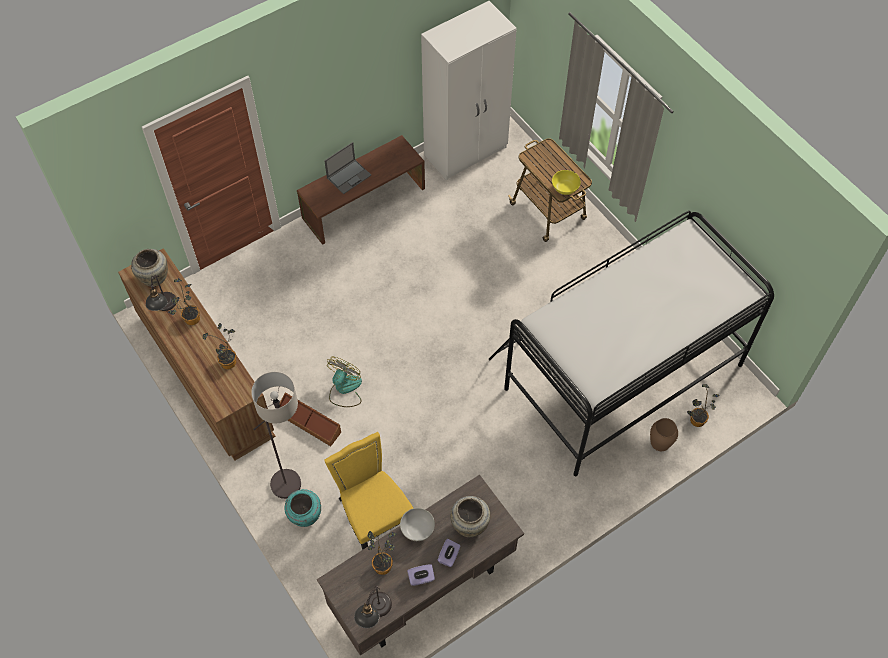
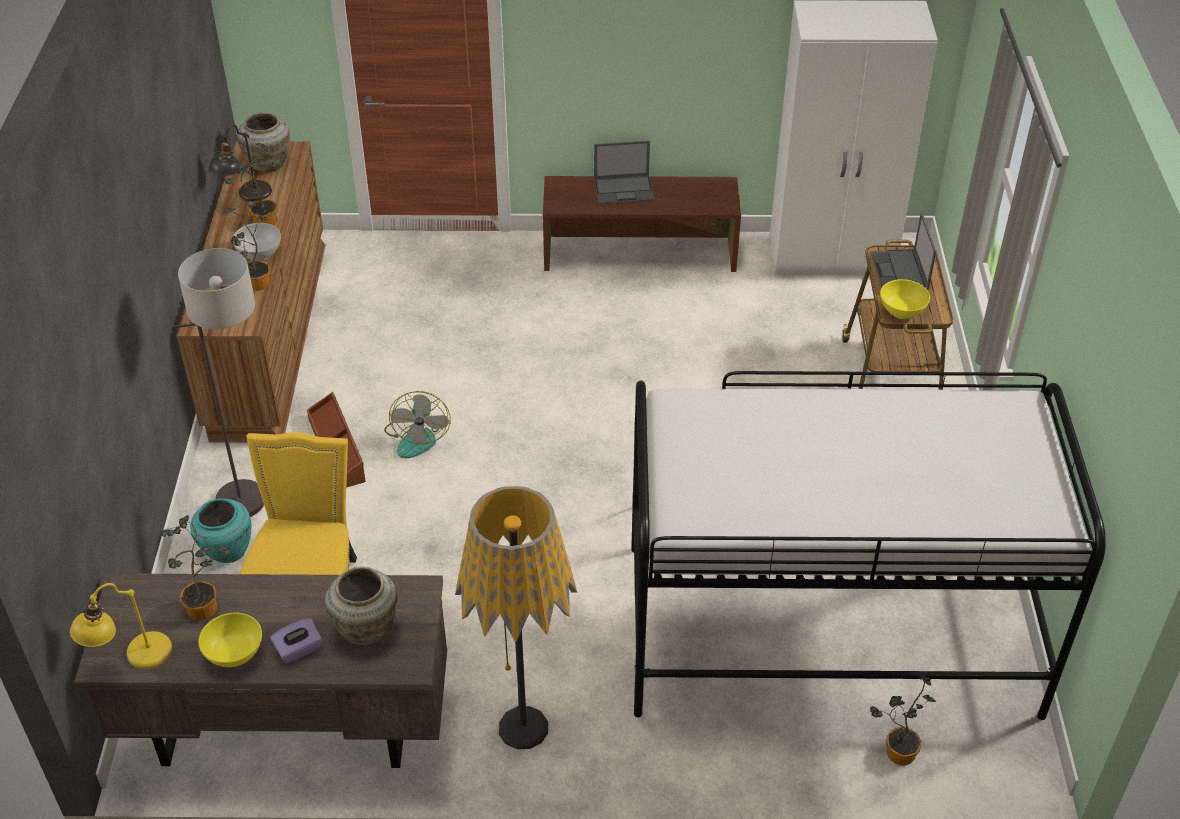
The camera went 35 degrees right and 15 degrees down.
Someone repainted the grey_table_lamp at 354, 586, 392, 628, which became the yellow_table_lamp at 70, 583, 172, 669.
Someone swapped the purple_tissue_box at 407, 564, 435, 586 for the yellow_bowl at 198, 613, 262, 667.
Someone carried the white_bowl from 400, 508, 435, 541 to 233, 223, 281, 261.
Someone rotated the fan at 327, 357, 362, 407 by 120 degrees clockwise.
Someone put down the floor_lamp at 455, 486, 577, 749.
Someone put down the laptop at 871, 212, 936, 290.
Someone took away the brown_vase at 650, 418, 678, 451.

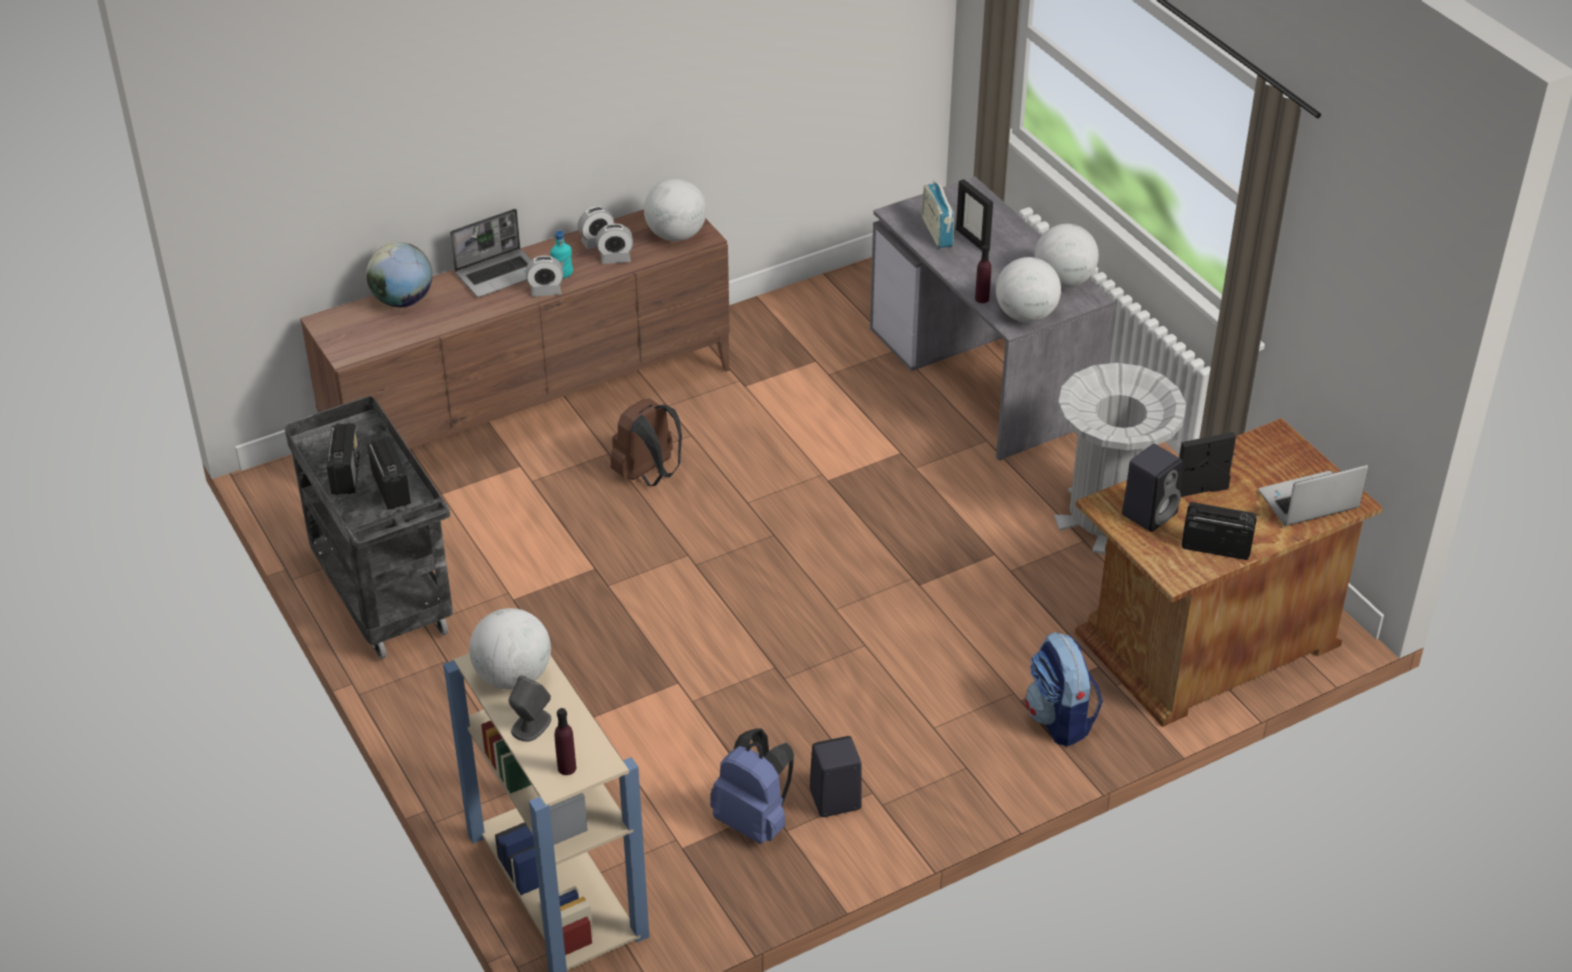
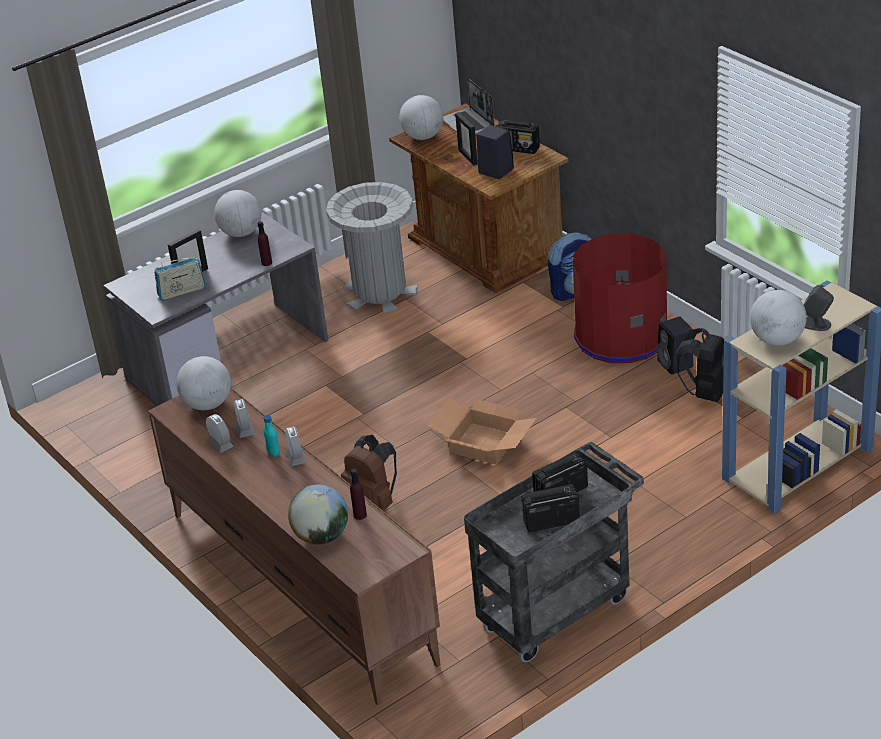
The camera went 95 degrees left and 5 degrees down.
Someone carried the purple_bottle from 555, 708, 576, 775 to 350, 469, 367, 520.
Someone carried the globe from 996, 257, 1061, 322 to 399, 95, 444, 140.
Someone put down the cardboard_box at 427, 397, 537, 464.
Someone rotated the radio at 1182, 502, 1257, 560 by 75 degrees counterclockwise.
Someone put down the red_trash_can at 573, 233, 667, 363.
Someone repainted the blue_backpack at 710, 728, 794, 844, which became the black_backpack at 676, 328, 724, 402.
Someone took away the laptop at 450, 209, 531, 297.

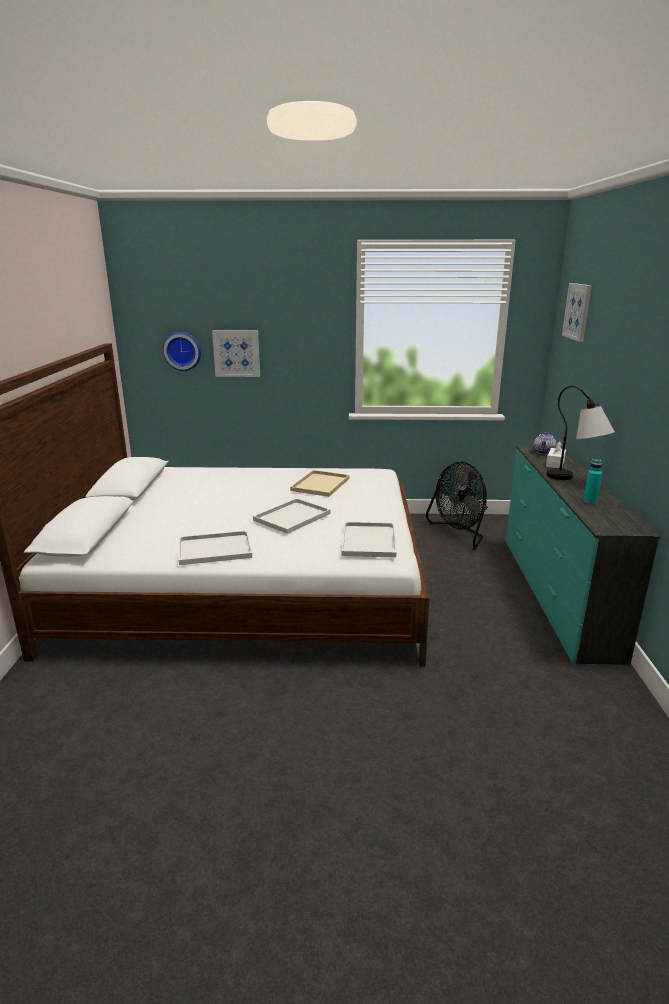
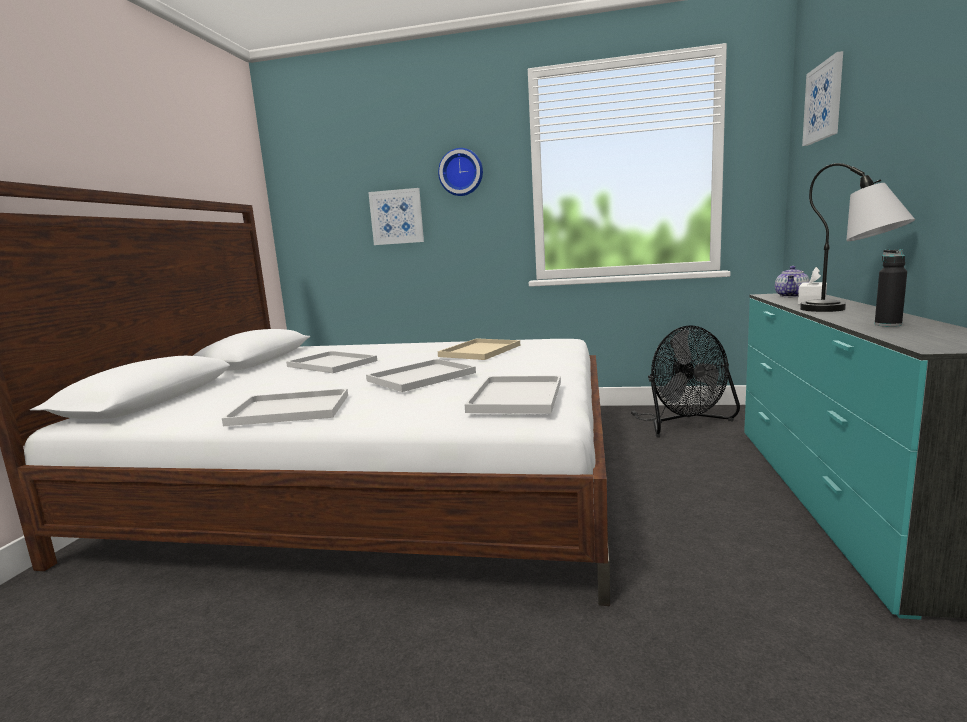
The camera went 10 degrees right and 10 degrees down.
Someone put down the white_tray at 286, 351, 377, 373.
Someone carried the wall_clock from 163, 332, 201, 371 to 438, 148, 483, 196.
Someone rotated the black_fan at 426, 462, 488, 550 by 90 degrees counterclockwise.
Someone repainted the turquoise_bottle at 583, 459, 602, 504, which became the black_bottle at 874, 249, 907, 327.

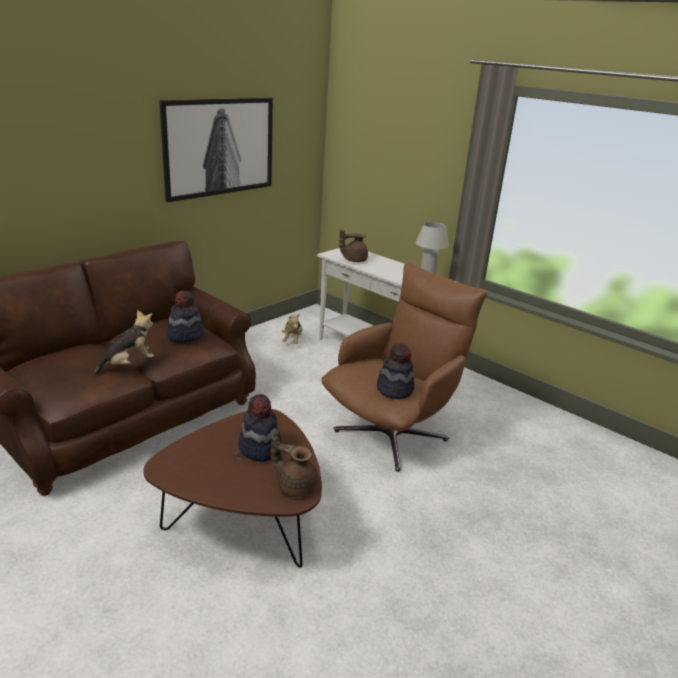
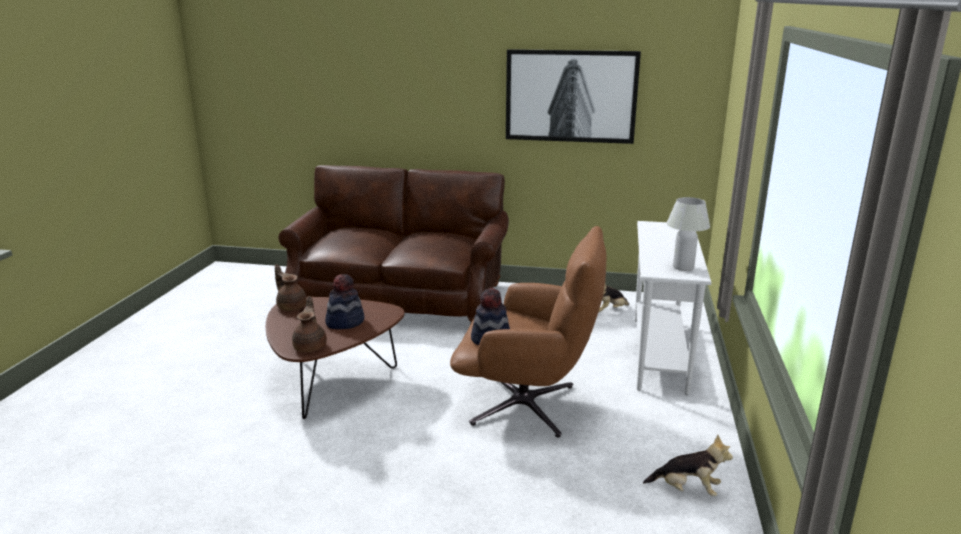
The camera went 60 degrees right and 5 degrees down.
Someone carried the brown_teapot from 339, 229, 368, 262 to 275, 264, 307, 311.
Someone carried the plush_toy from 93, 310, 154, 376 to 643, 435, 733, 497.
Someone took away the hat at 167, 291, 204, 342.

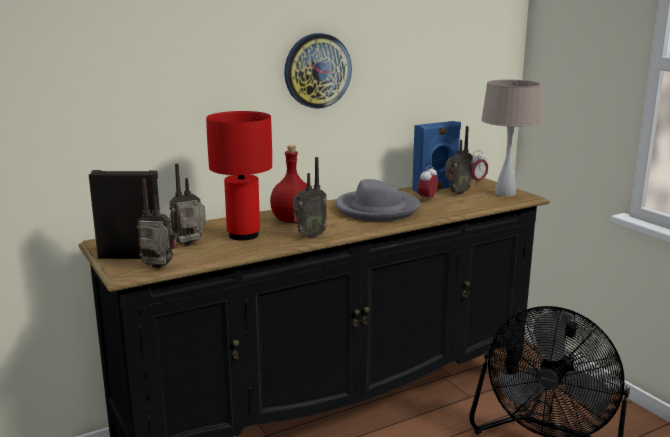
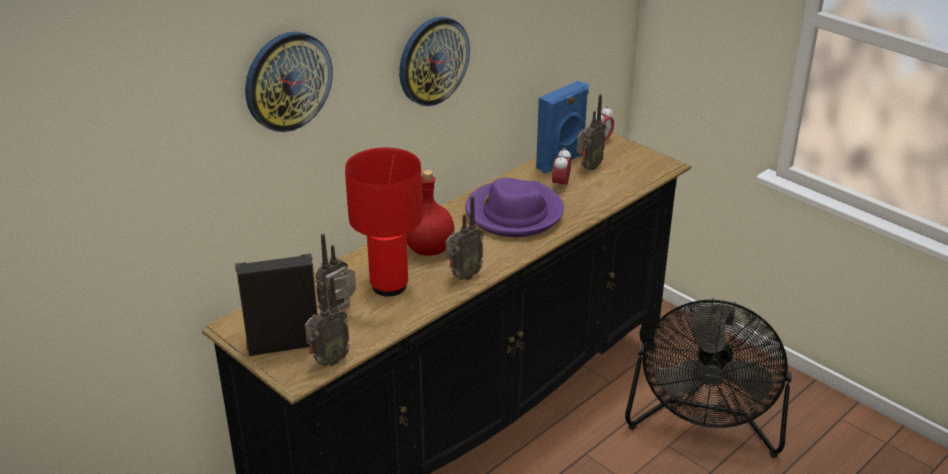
The camera went 15 degrees left and 15 degrees up.
Someone put up the wall_clock at 245, 32, 333, 132.
Someone rotated the radio at 137, 179, 176, 268 by 150 degrees clockwise.
Someone repainted the grey_hat at 335, 179, 420, 221, which became the purple_hat at 465, 178, 564, 237.
Someone took away the beige_table_lamp at 481, 80, 541, 196.

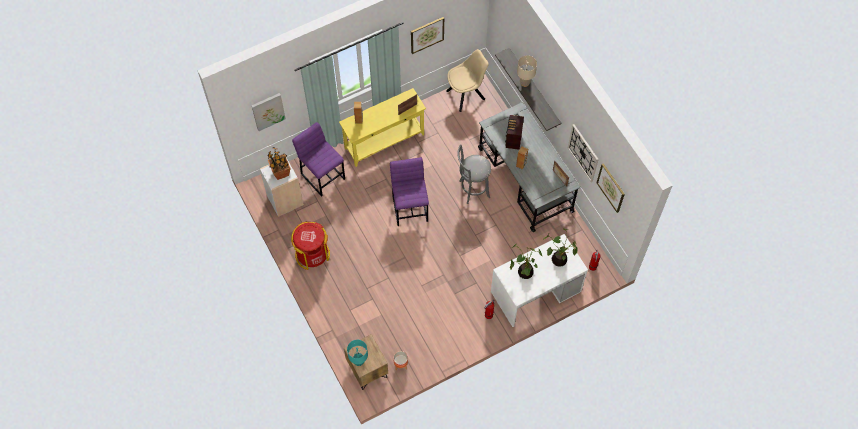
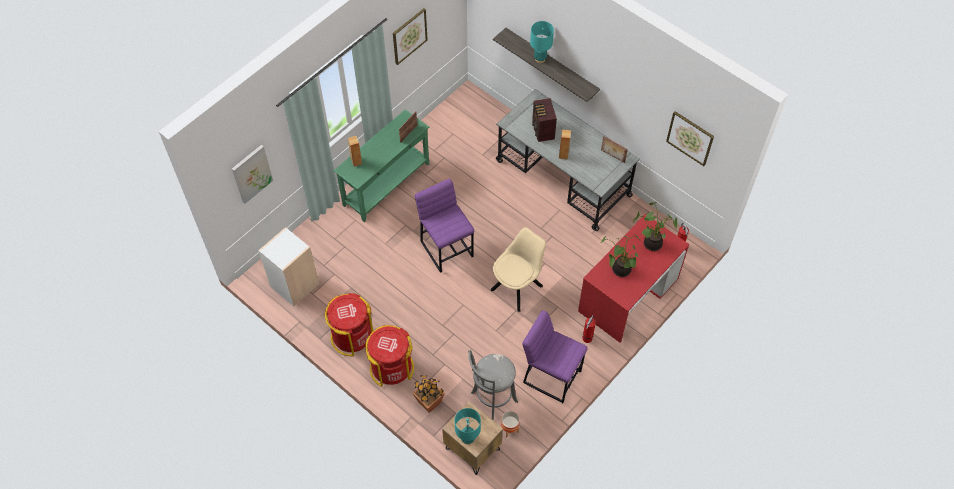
The camera went 20 degrees left and 5 degrees down.
Someone repainted the yellow_console_table at 339, 88, 426, 167, which became the green_console_table at 333, 110, 429, 223.
Someone put down the red_trash_can at 365, 325, 414, 387.
Someone carried the potted_plant from 267, 147, 291, 180 to 413, 375, 445, 413.
Someone carried the grey_stool from 457, 144, 491, 204 to 468, 350, 518, 420.
Someone carried the beige_chair from 446, 49, 489, 112 to 491, 227, 546, 312.
Someone carried the purple_chair from 292, 122, 345, 197 to 522, 310, 588, 403.
Someone repainted the beige_table_lamp at 517, 55, 537, 87, which became the turquoise_table_lamp at 530, 21, 554, 63.
Someone repainted the white_desk at 491, 234, 588, 327, which became the red_desk at 578, 214, 689, 343.
Someone took away the wall_clock at 568, 124, 599, 182.

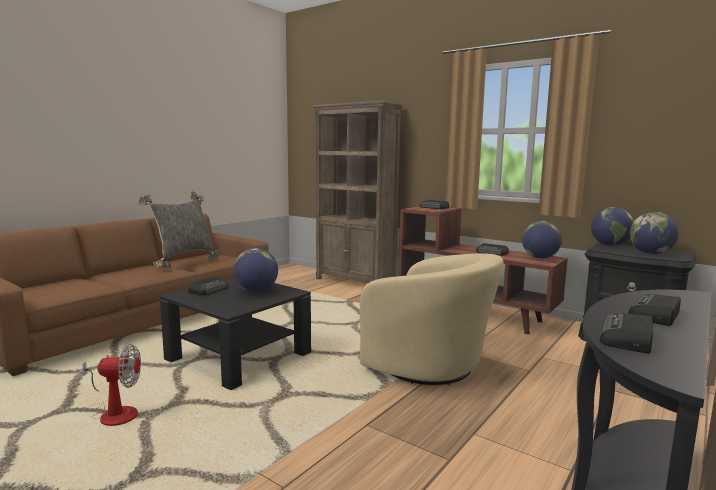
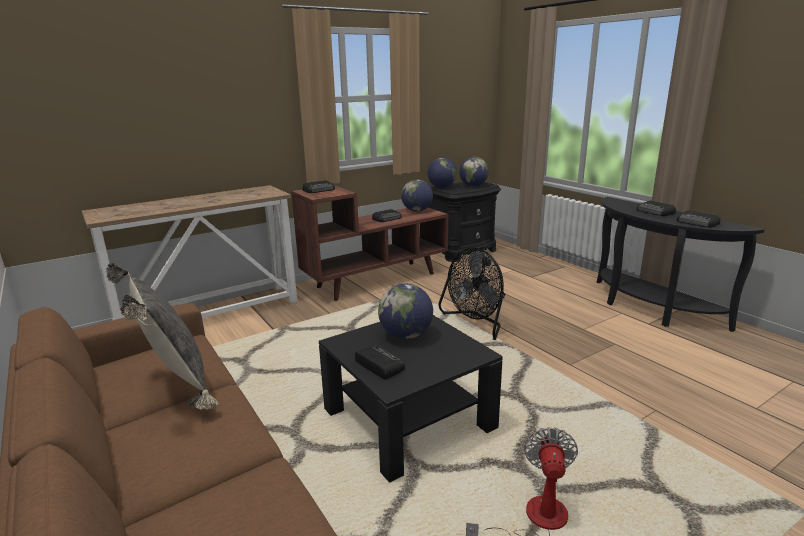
The camera went 70 degrees left and 10 degrees up.
Someone swapped the brown_bookcase at 312, 100, 403, 283 for the console_table at 82, 185, 297, 320.
Someone swapped the beige_armchair at 360, 253, 504, 385 for the black_fan at 439, 248, 505, 340.

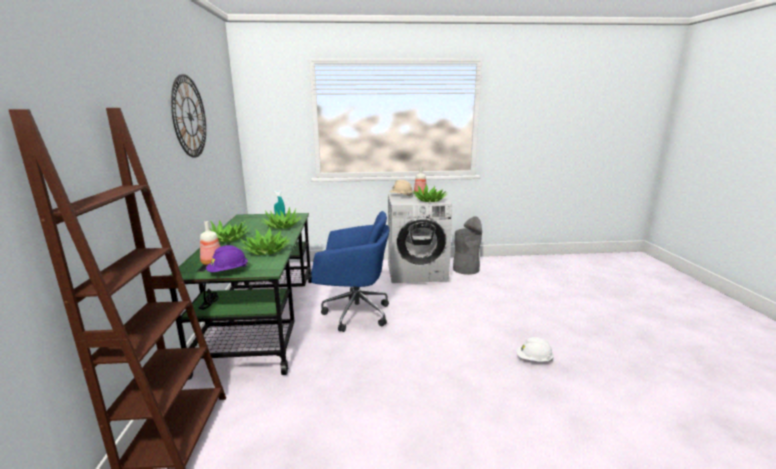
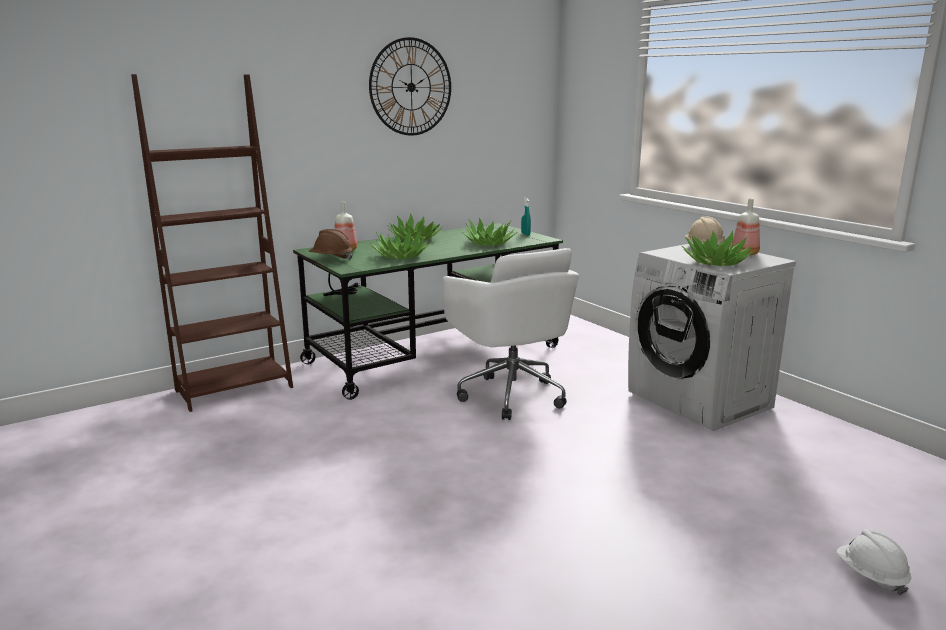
The camera went 60 degrees right and 0 degrees up.
Someone repainted the purple_hard_hat at 206, 245, 248, 272, which became the brown_hard_hat at 308, 229, 353, 261.
Someone repainted the blue_office_chair at 311, 211, 389, 332, which became the white_office_chair at 443, 248, 579, 420.
Someone carried the white_hard_hat from 516, 337, 554, 362 to 837, 529, 911, 595.
Someone took away the grey_trash_can at 453, 216, 482, 275.

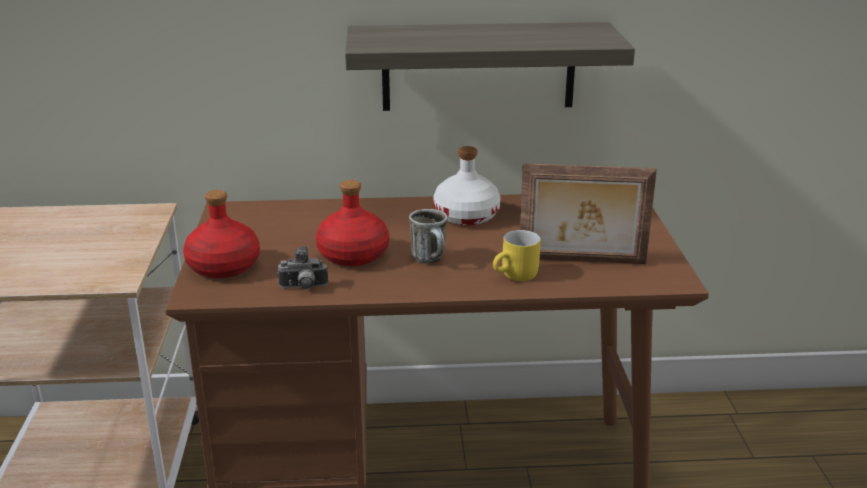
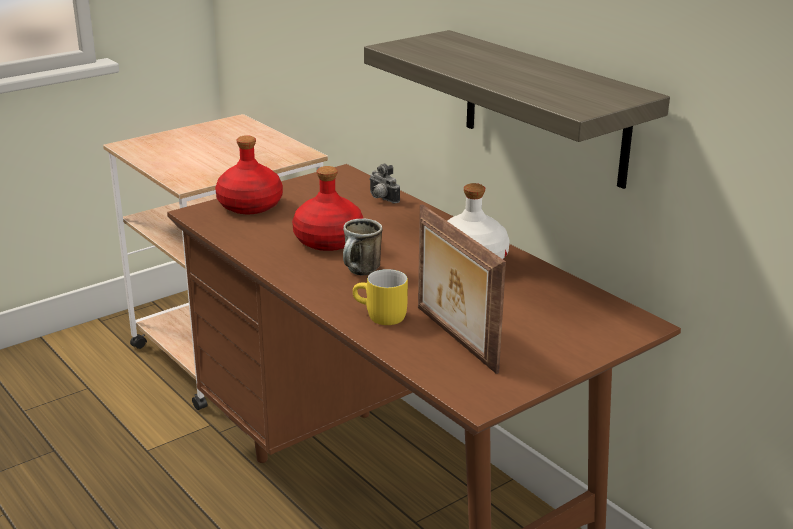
The camera went 55 degrees right and 0 degrees up.
Someone carried the photo_camera from 277, 246, 328, 289 to 369, 164, 400, 204.

